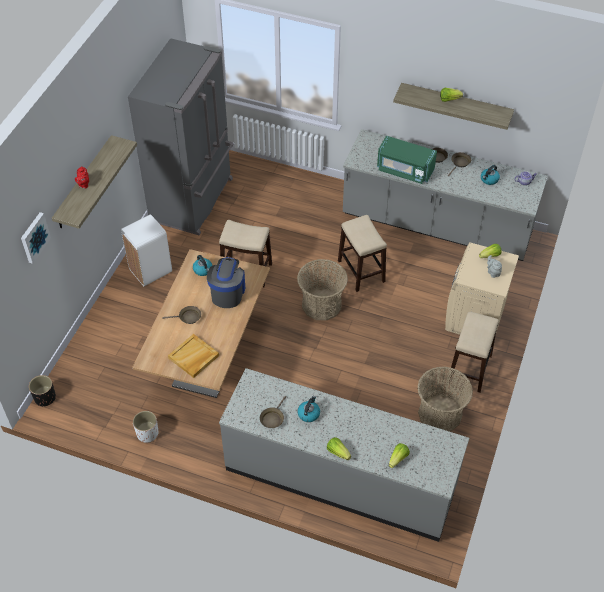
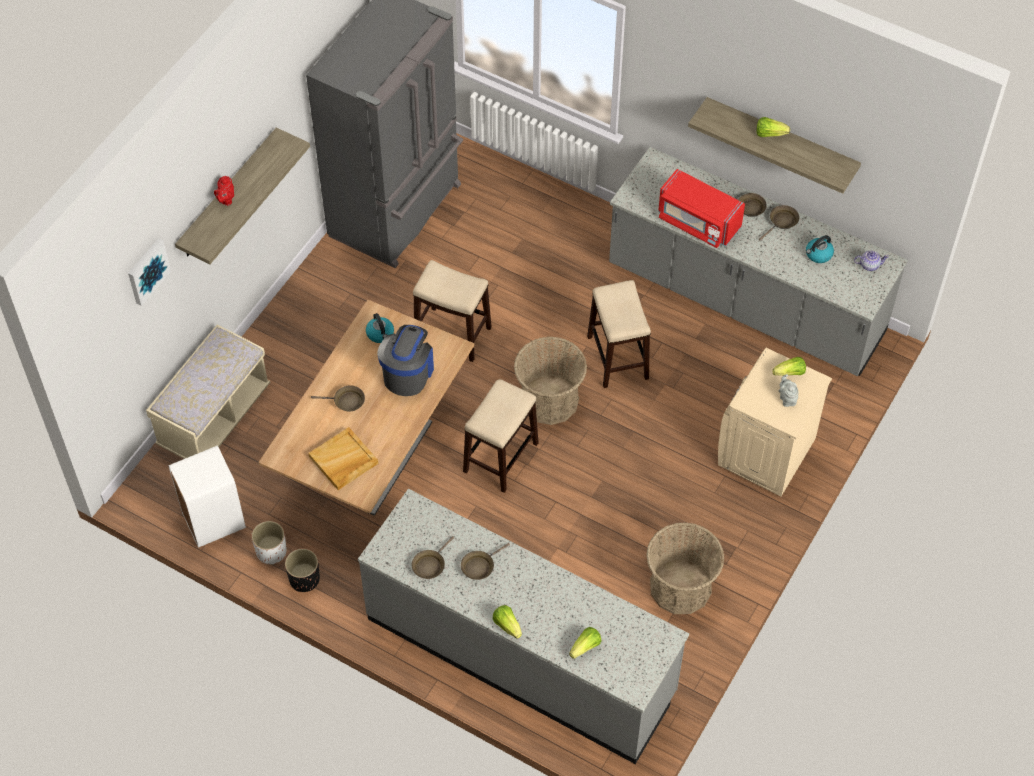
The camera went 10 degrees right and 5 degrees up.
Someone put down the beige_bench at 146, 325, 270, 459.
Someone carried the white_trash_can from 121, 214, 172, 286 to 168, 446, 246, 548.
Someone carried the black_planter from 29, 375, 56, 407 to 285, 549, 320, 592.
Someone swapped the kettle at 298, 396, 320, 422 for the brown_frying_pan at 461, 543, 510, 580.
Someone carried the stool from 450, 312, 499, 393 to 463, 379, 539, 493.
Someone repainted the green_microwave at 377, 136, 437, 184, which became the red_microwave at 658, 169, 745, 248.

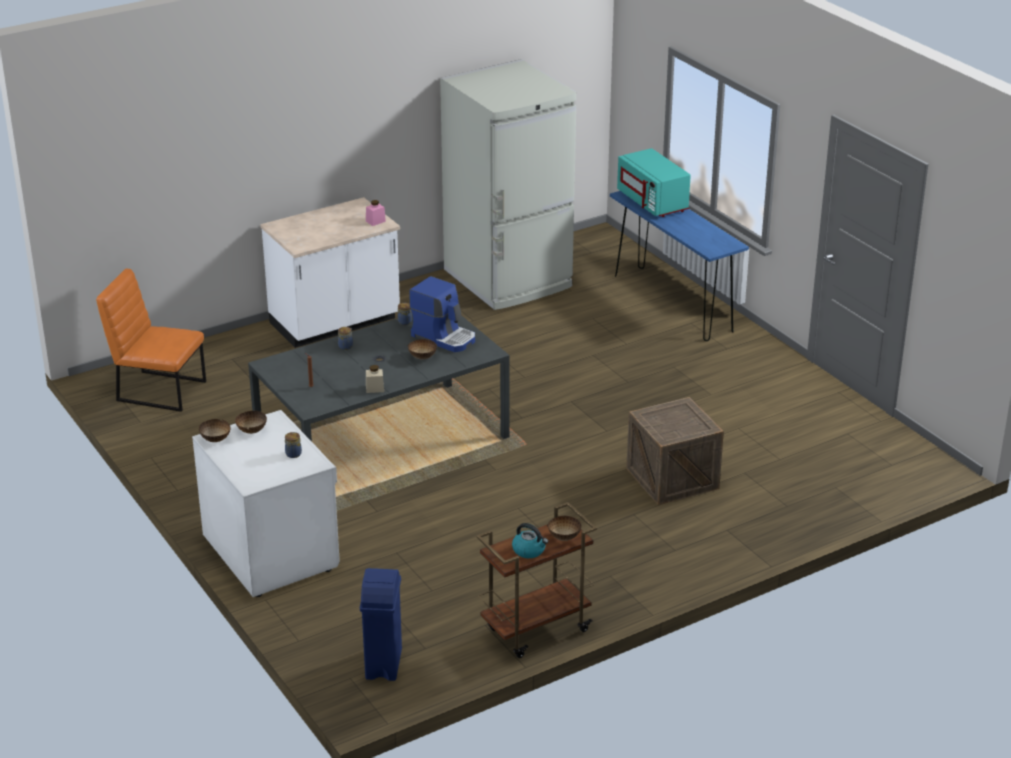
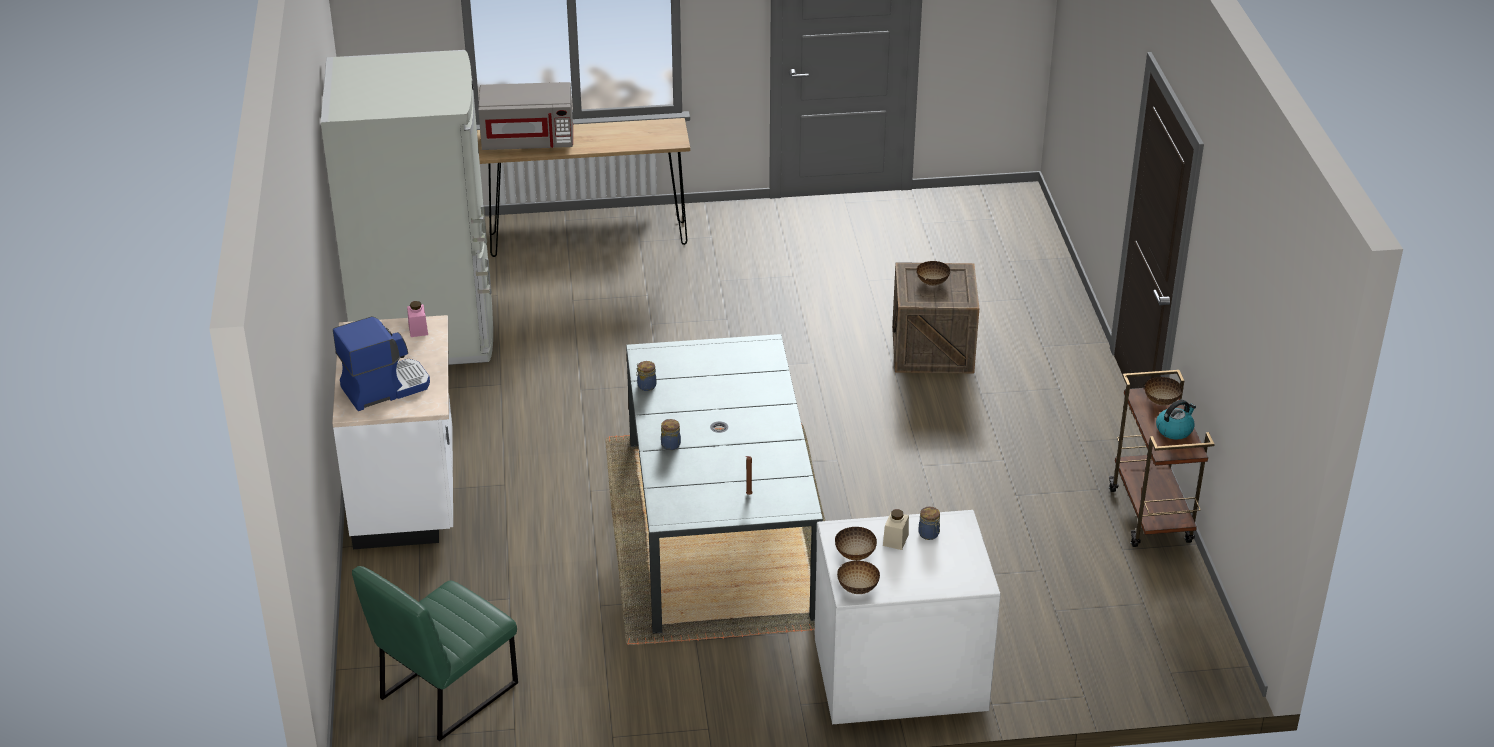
The camera went 65 degrees left and 5 degrees up.
Someone carried the coffee_machine from 409, 276, 475, 352 to 333, 316, 430, 411.
Someone repainted the orange_chair at 96, 269, 206, 412, which became the green_chair at 352, 566, 518, 741.
Someone repainted the blue_console_table at 610, 191, 749, 341, which became the brown_console_table at 477, 118, 690, 257.
Someone repainted the turquoise_microwave at 617, 148, 691, 217, which became the grey_microwave at 478, 82, 573, 150.
Someone carried the beige_jar from 366, 365, 384, 393 to 883, 509, 909, 550.
Someone carried the bowl from 408, 339, 437, 359 to 917, 261, 950, 286.
Someone took away the blue_trash_can at 360, 568, 402, 681.

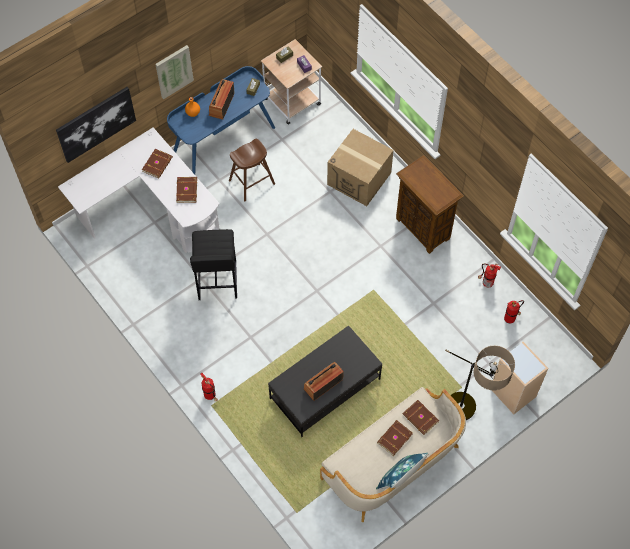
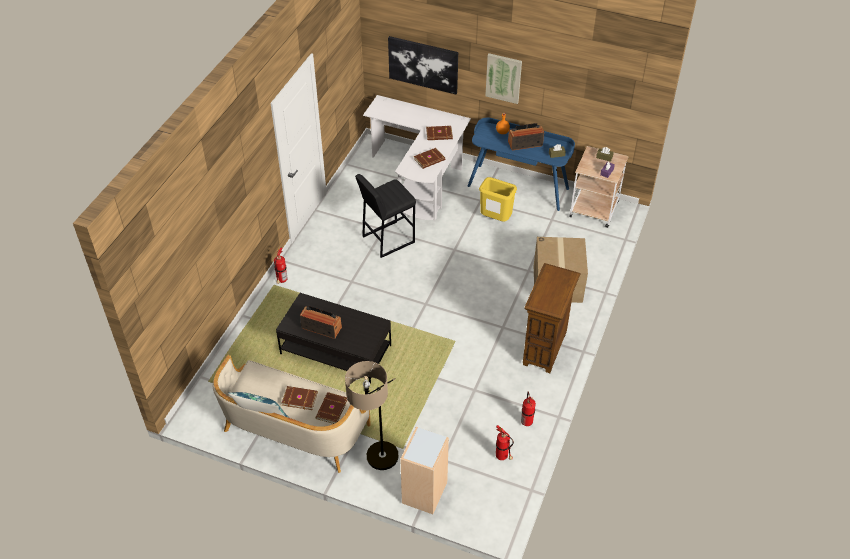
The camera went 60 degrees right and 15 degrees down.
Someone swapped the brown_stool at 229, 139, 275, 201 for the yellow_trash_can at 479, 177, 517, 222.

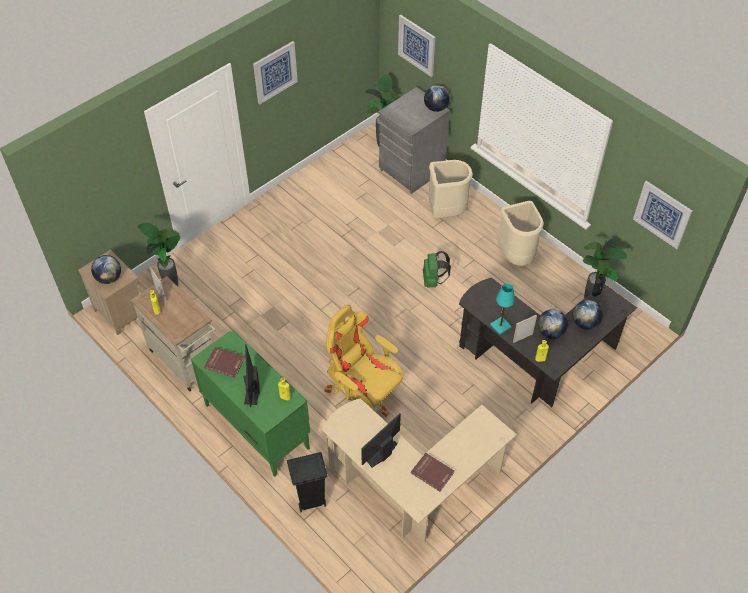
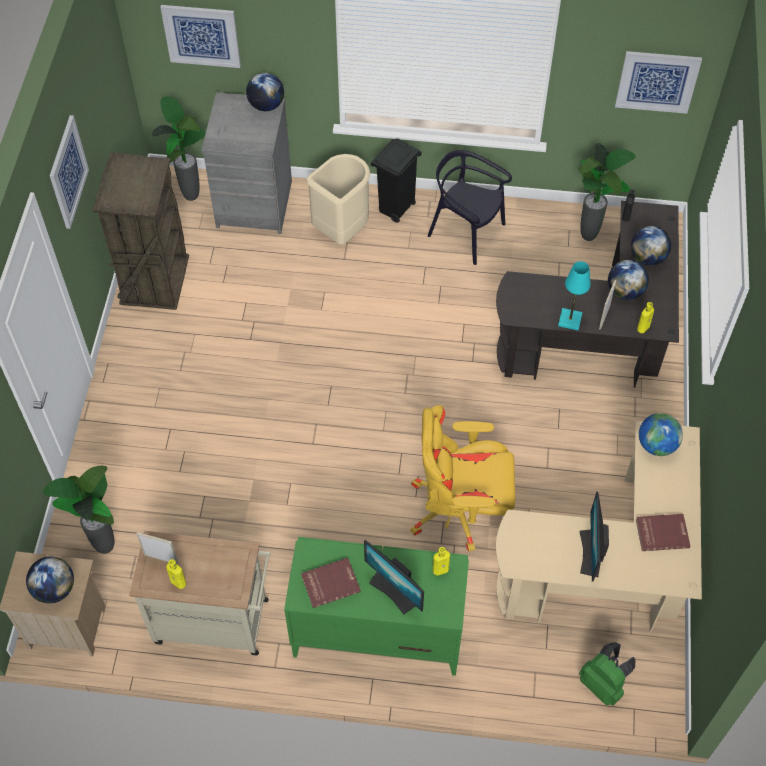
The camera went 40 degrees left and 5 degrees up.
Someone put down the brown_bookcase at 92, 152, 189, 310.
Someone carried the black_trash_can from 287, 452, 328, 512 to 371, 138, 422, 223.
Someone swapped the beige_trash_can at 497, 201, 544, 266 for the black_chair at 428, 150, 512, 265.
Someone carried the green_backpack from 423, 251, 451, 288 to 579, 642, 635, 706.
Someone put down the globe at 639, 413, 683, 456.

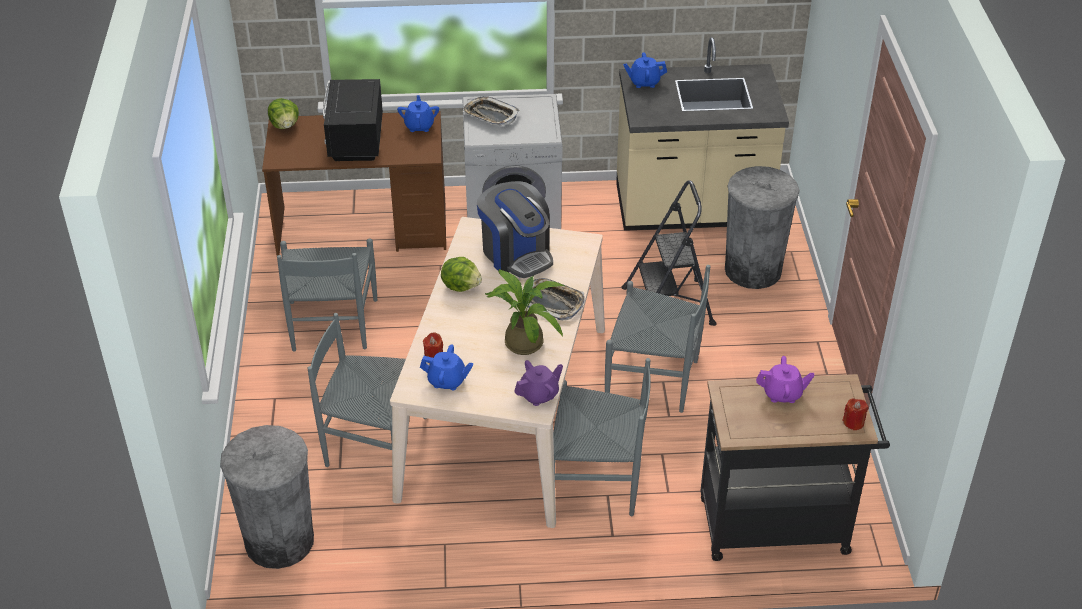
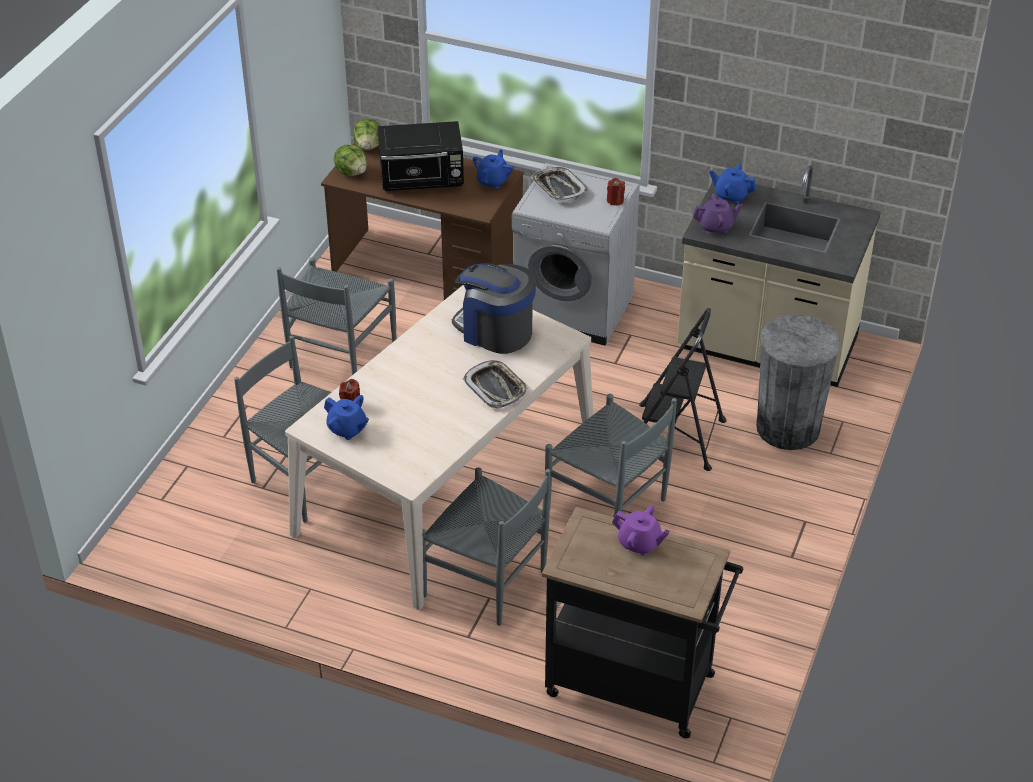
The camera went 25 degrees right and 0 degrees up.
Someone carried the lettuce from 441, 257, 482, 292 to 334, 145, 367, 176.
Someone rotated the black_microwave at 323, 79, 383, 161 by 120 degrees counterclockwise.
Someone rotated the coffee_machine at 477, 181, 553, 278 by 135 degrees clockwise.
Someone carried the red_candle from 842, 398, 868, 430 to 607, 178, 625, 205.
Someone carried the purple_teapot from 514, 360, 563, 406 to 693, 193, 743, 234.
Someone took away the grey_trash_can at 220, 425, 314, 569.
Someone took away the potted_plant at 485, 269, 564, 355.

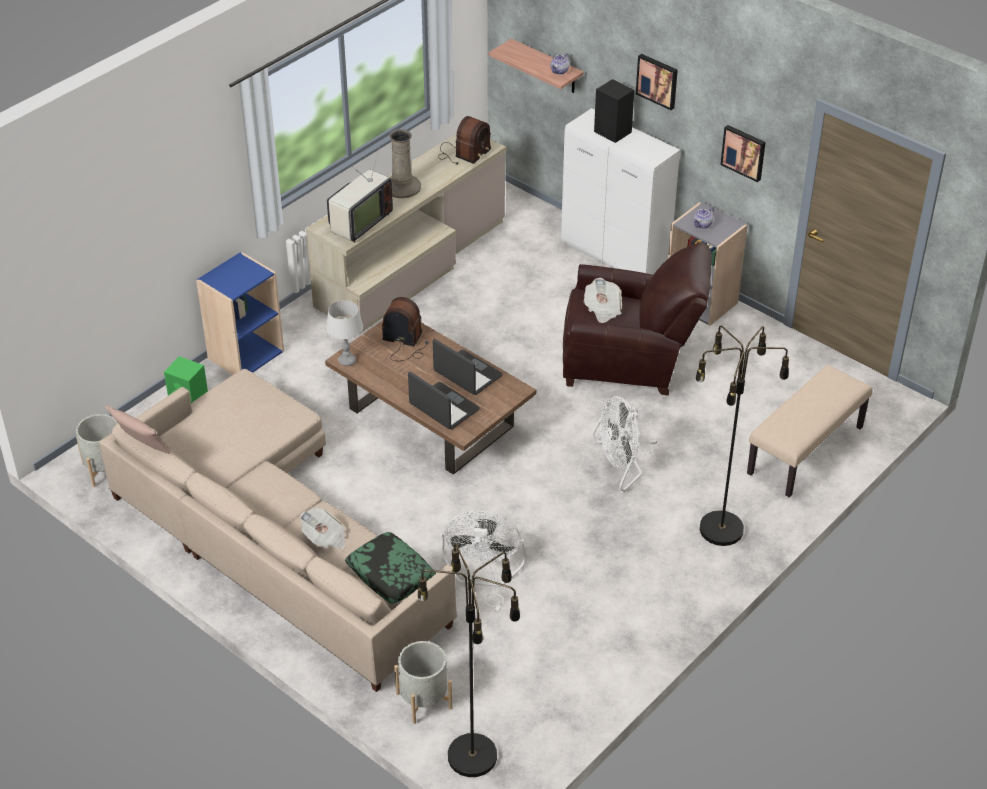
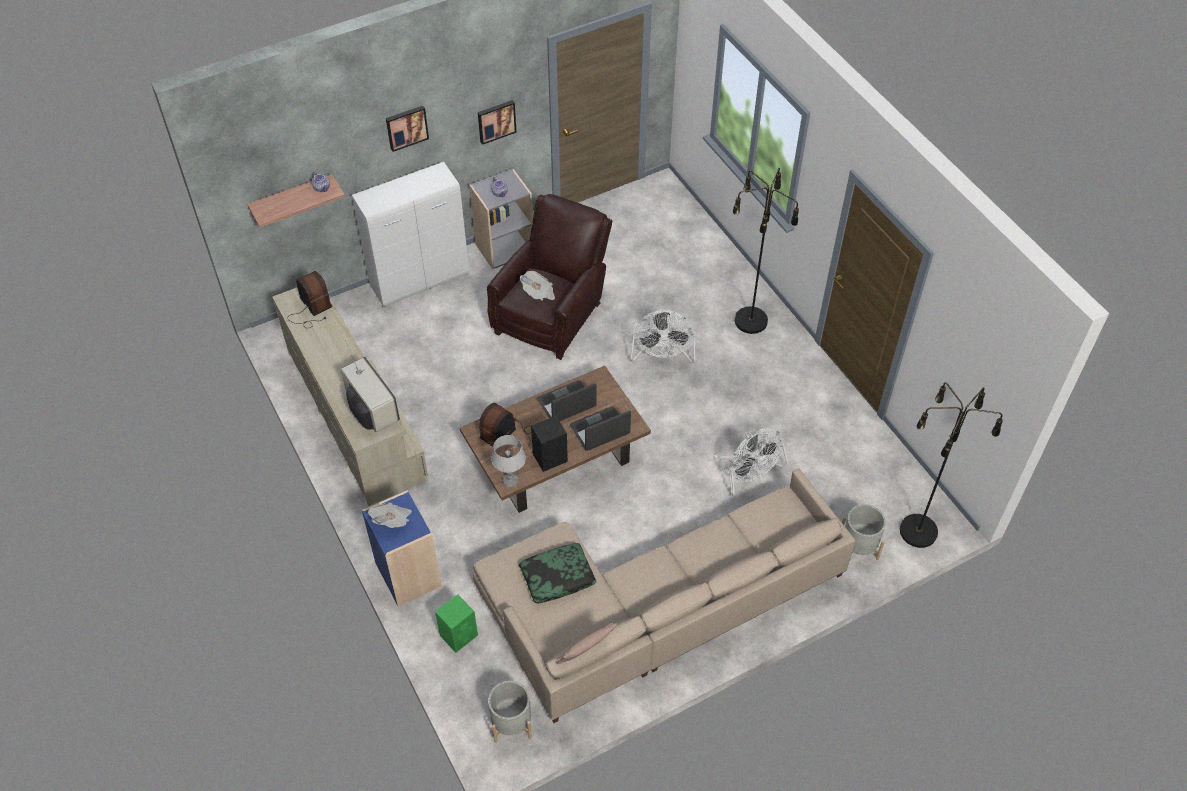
The camera went 70 degrees left and 10 degrees up.
Someone carried the newspaper from 300, 508, 346, 549 to 368, 502, 412, 528.
Someone carried the pillow from 345, 532, 436, 603 to 519, 543, 596, 604.
Someone carried the black_speaker from 594, 79, 634, 143 to 531, 416, 568, 472.
Someone rotated the white_fan at 441, 511, 527, 612 by 150 degrees counterclockwise.
Someone took away the beige_vase at 389, 129, 421, 198.
Someone took away the beige_bench at 747, 365, 873, 497.

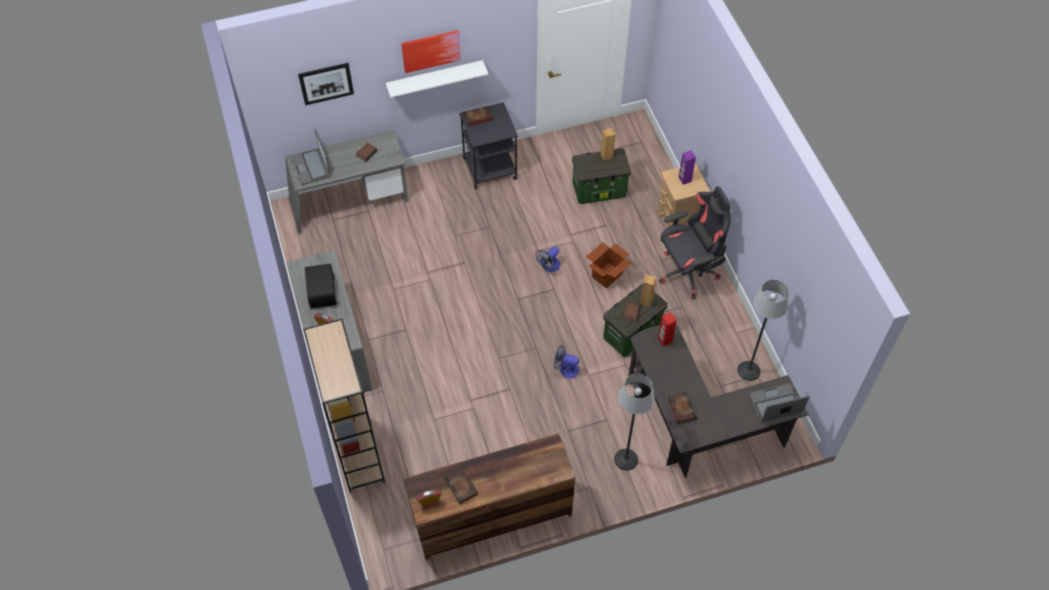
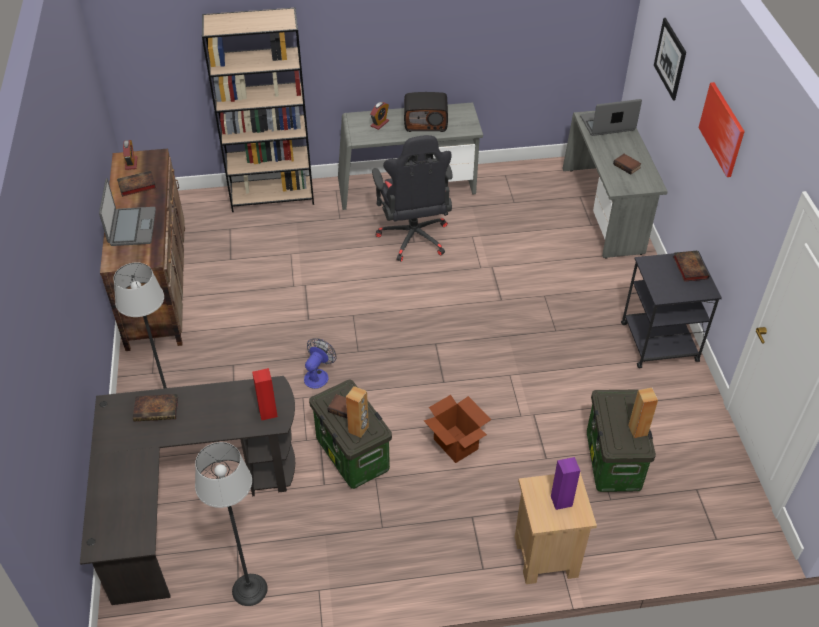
The camera went 100 degrees right and 10 degrees down.
Someone carried the laptop from 749, 384, 810, 422 to 99, 178, 156, 246.
Someone carried the black_office_chair from 659, 186, 731, 299 to 372, 135, 453, 262.
Someone took away the white_shelf at 386, 60, 488, 98.
Someone took away the fan at 535, 246, 561, 272.

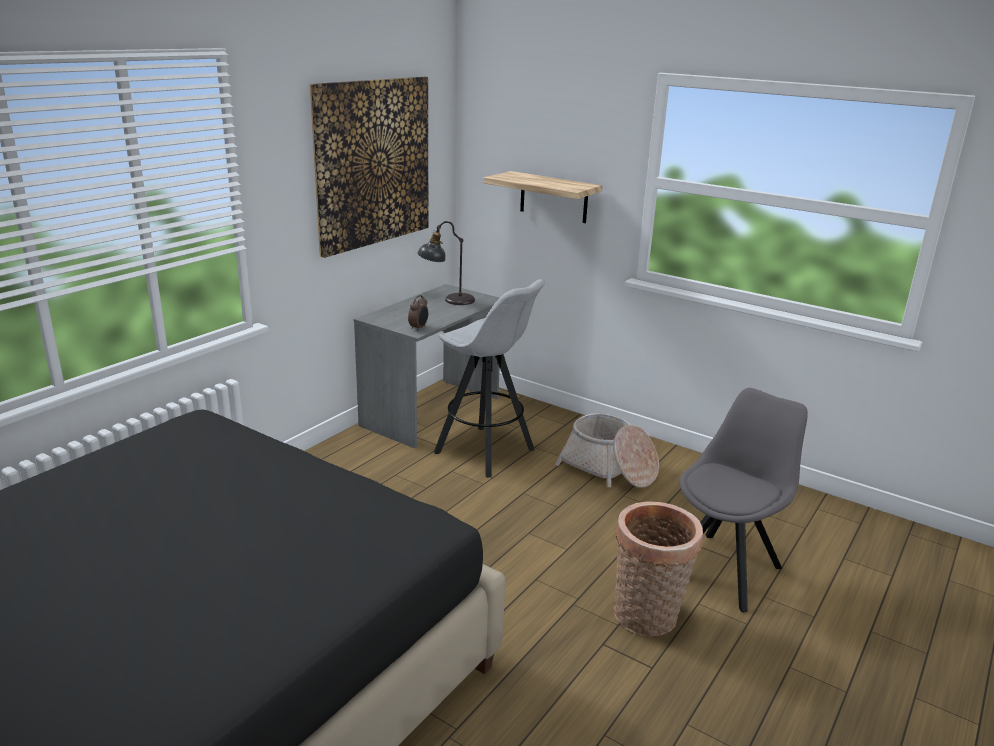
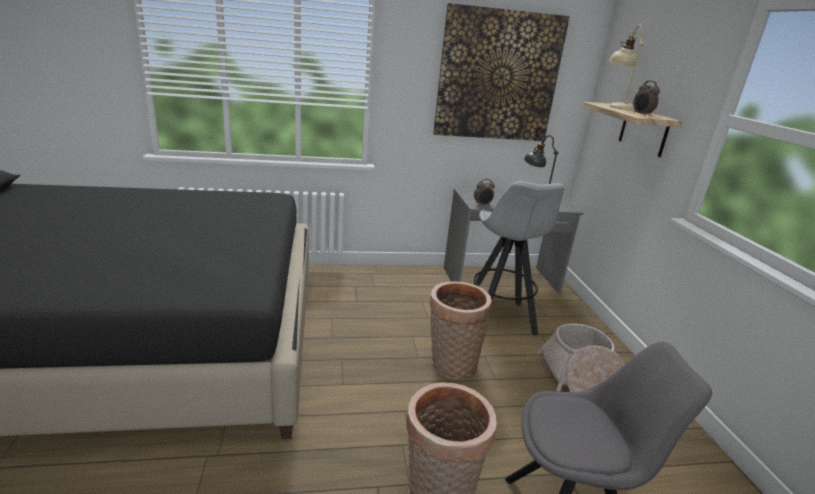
The camera went 45 degrees right and 0 degrees up.
Someone put down the basket at 429, 281, 492, 380.
Someone put down the beige_table_lamp at 609, 25, 644, 111.
Someone put down the alarm_clock at 633, 80, 660, 116.

